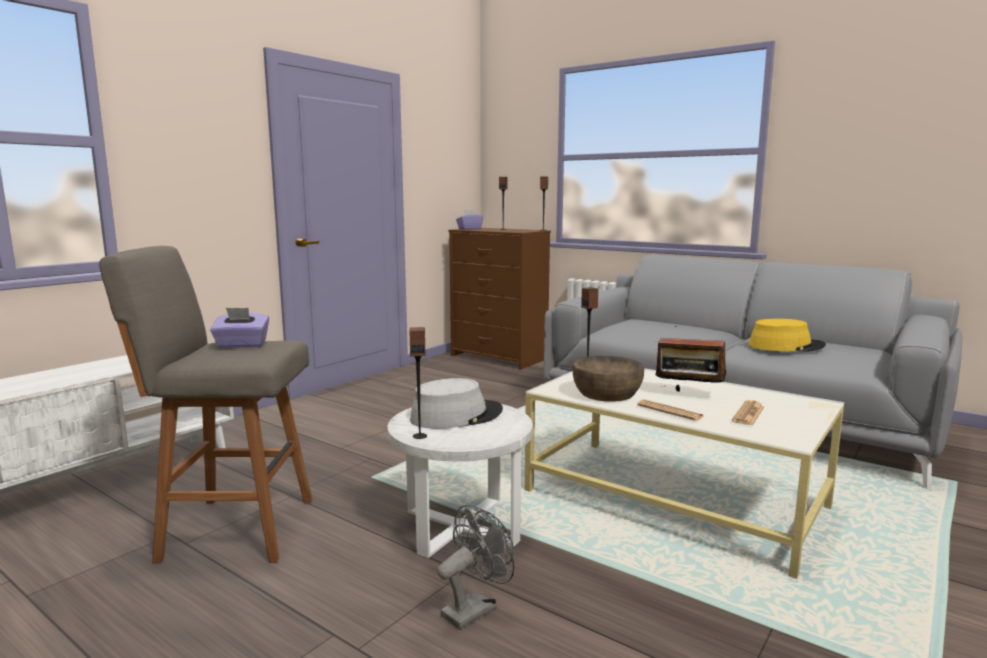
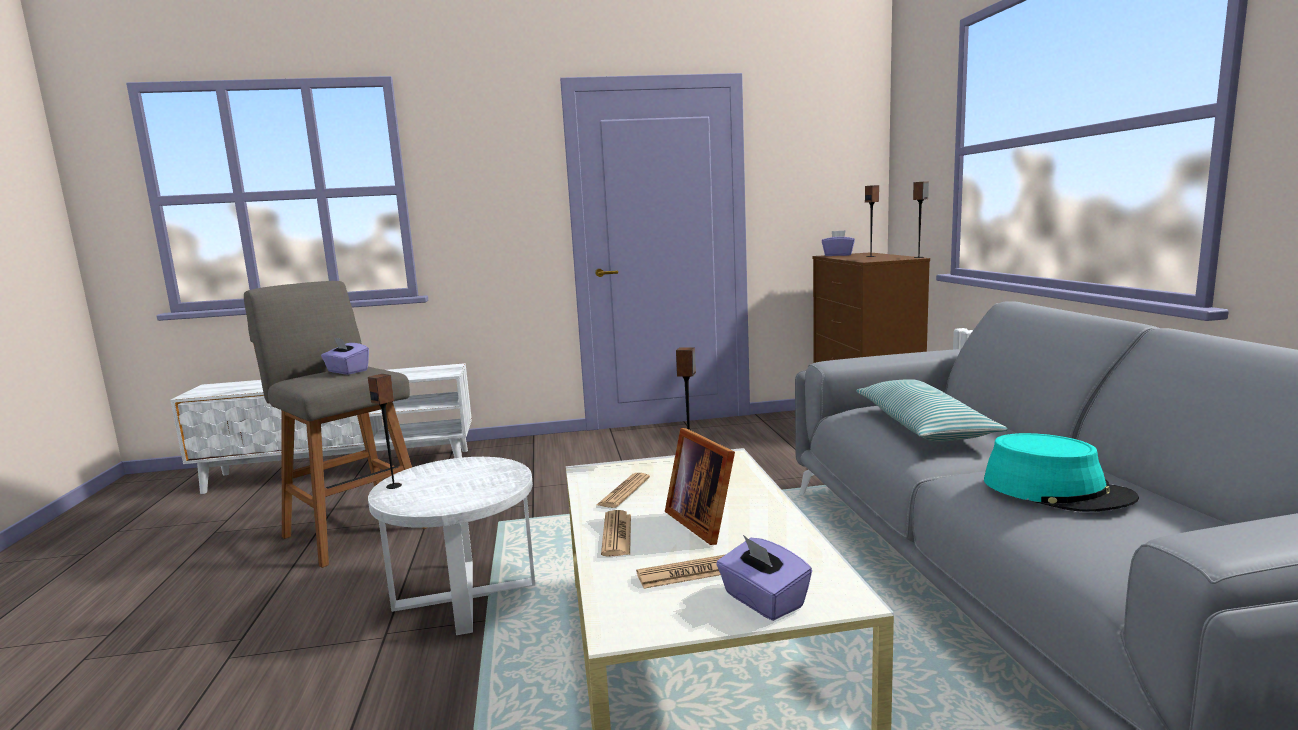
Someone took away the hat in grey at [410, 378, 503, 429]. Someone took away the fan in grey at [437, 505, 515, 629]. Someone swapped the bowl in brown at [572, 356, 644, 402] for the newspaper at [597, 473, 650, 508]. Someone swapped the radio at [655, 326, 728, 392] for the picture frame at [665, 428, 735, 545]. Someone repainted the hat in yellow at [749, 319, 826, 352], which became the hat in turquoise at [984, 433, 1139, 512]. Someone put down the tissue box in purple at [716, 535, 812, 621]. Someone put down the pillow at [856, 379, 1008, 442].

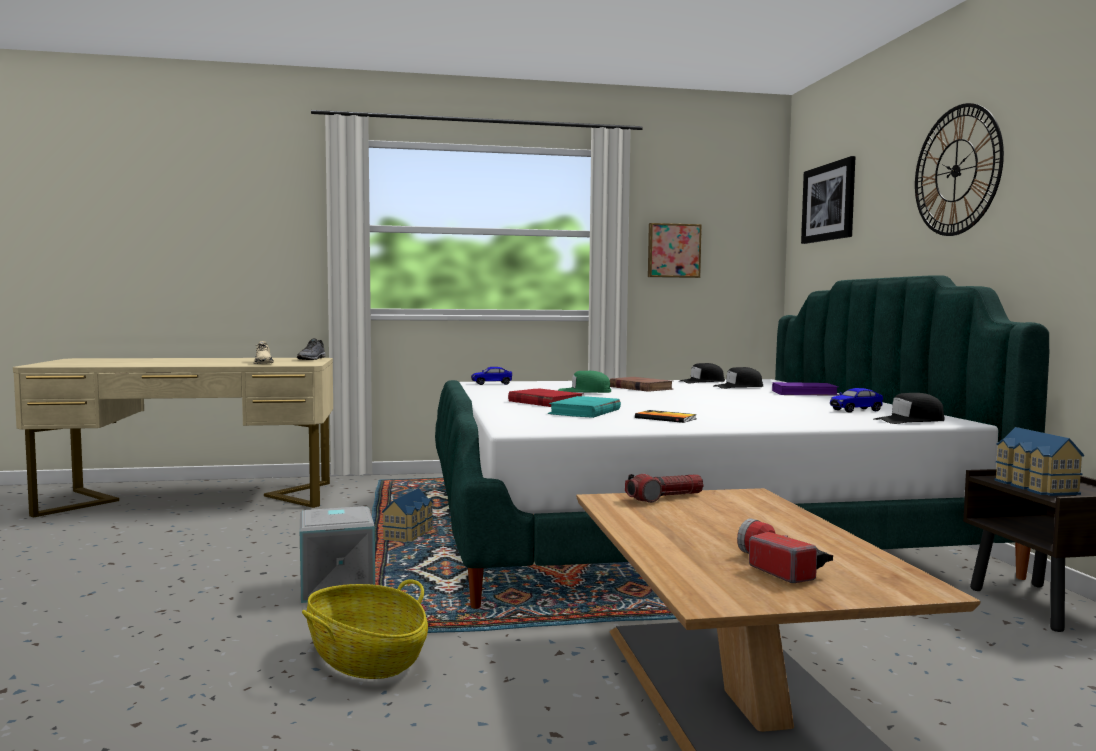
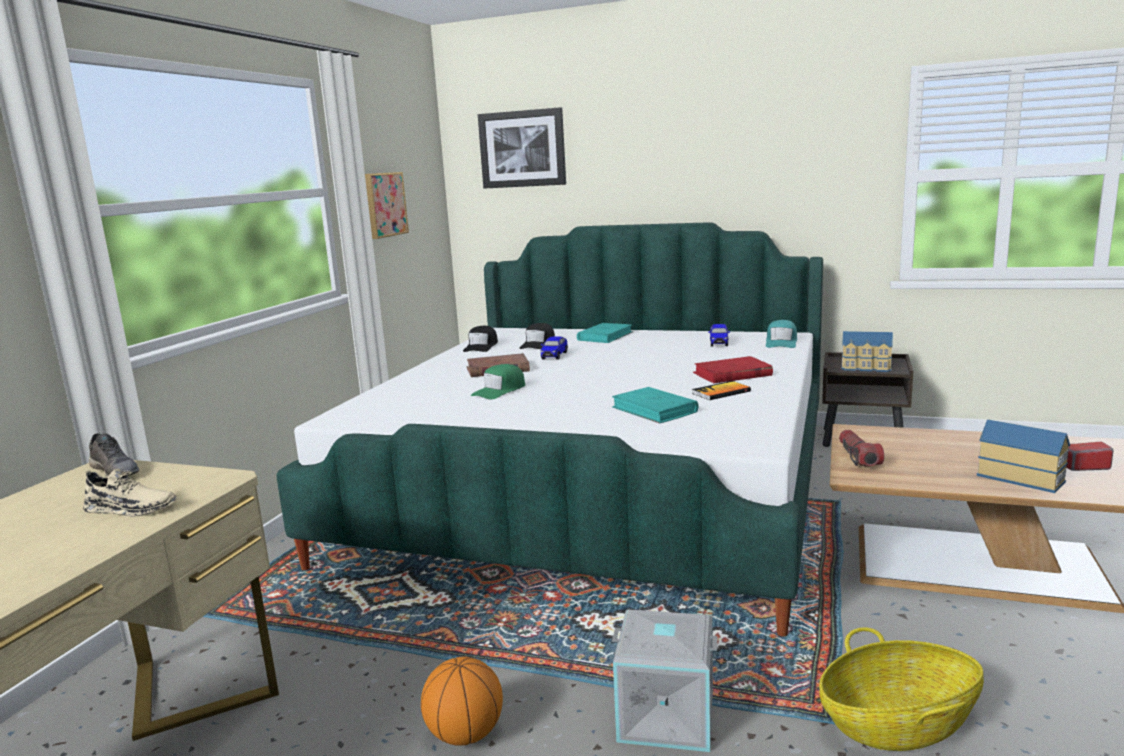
Someone carried the toy house from [382, 488, 434, 542] to [977, 419, 1070, 493]. Someone carried the toy car from [471, 367, 512, 385] to [541, 336, 568, 360]. Someone carried the book in red from [508, 389, 583, 407] to [693, 356, 773, 383]. Someone repainted the book in purple at [772, 382, 839, 396], which became the book in turquoise at [577, 323, 633, 343]. Someone repainted the cap in black at [874, 393, 945, 424], which became the cap in turquoise at [766, 320, 797, 348]. Someone took away the wall clock at [915, 103, 1004, 236]. Someone put down the basketball at [421, 657, 503, 746].

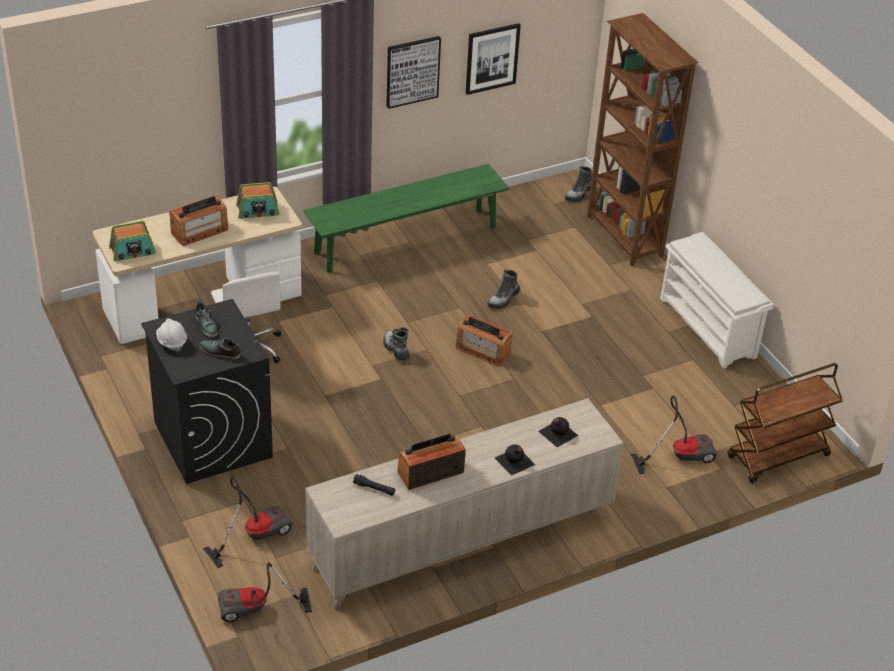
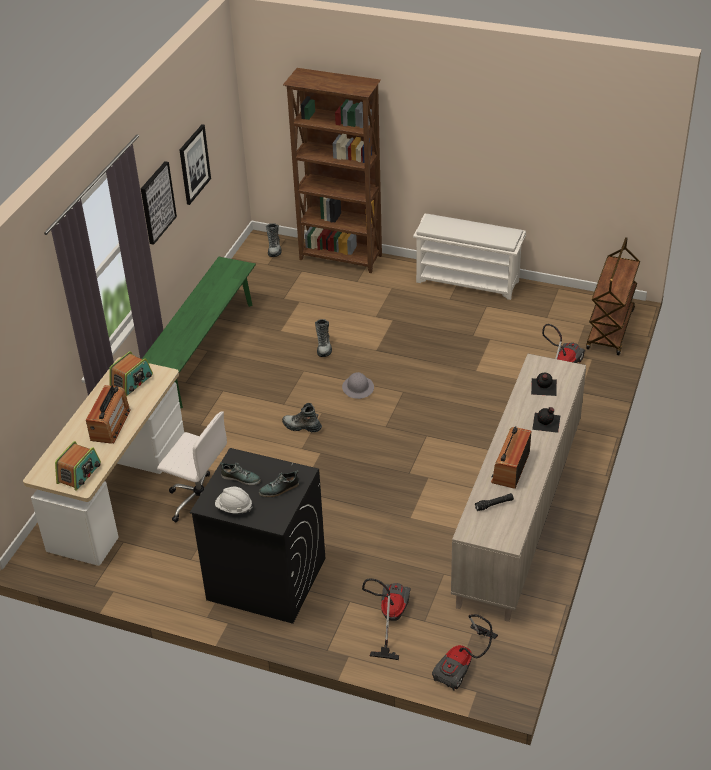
Someone swapped the radio at [456, 314, 513, 366] for the hard hat in grey at [342, 372, 374, 399].

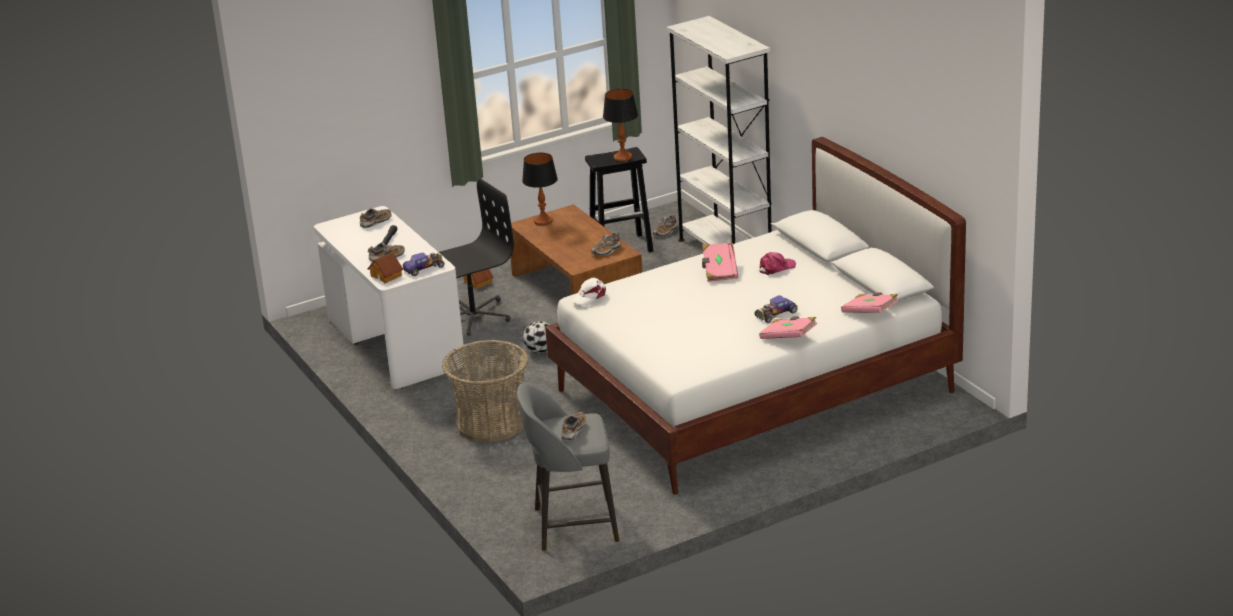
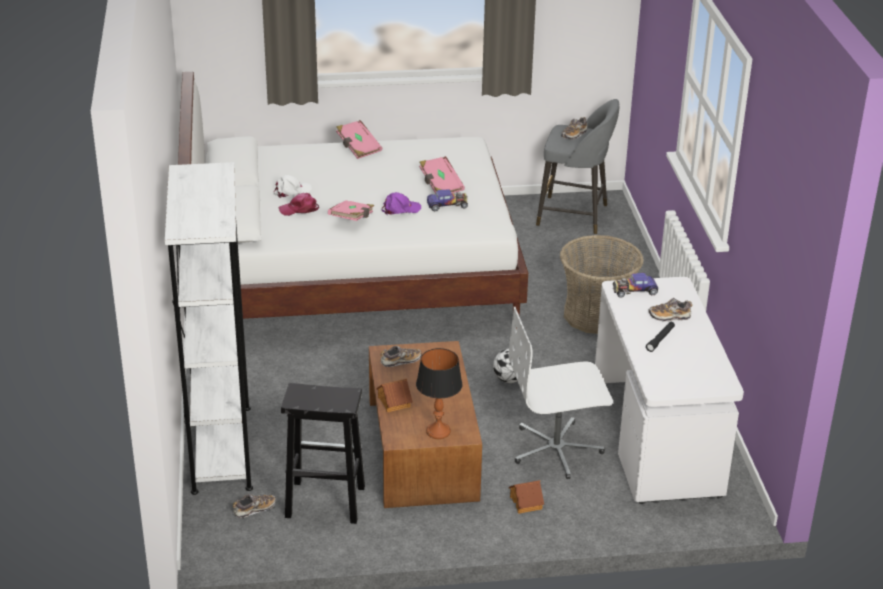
Someone took away the shoe at [360, 208, 392, 228]. Someone carried the toy house from [367, 252, 403, 283] to [376, 379, 413, 412]. Someone repainted the office chair in black at [439, 179, 514, 336], which became the office chair in white at [509, 307, 613, 479]. Someone carried the cap in white from [572, 278, 606, 306] to [274, 175, 312, 198]. Someone took away the table lamp at [603, 89, 638, 161]. Someone carried the toy car from [754, 295, 797, 323] to [427, 190, 468, 211]. Someone carried the book in pink from [841, 292, 898, 313] to [419, 156, 465, 194]. Someone put down the cap in purple at [382, 192, 421, 215].

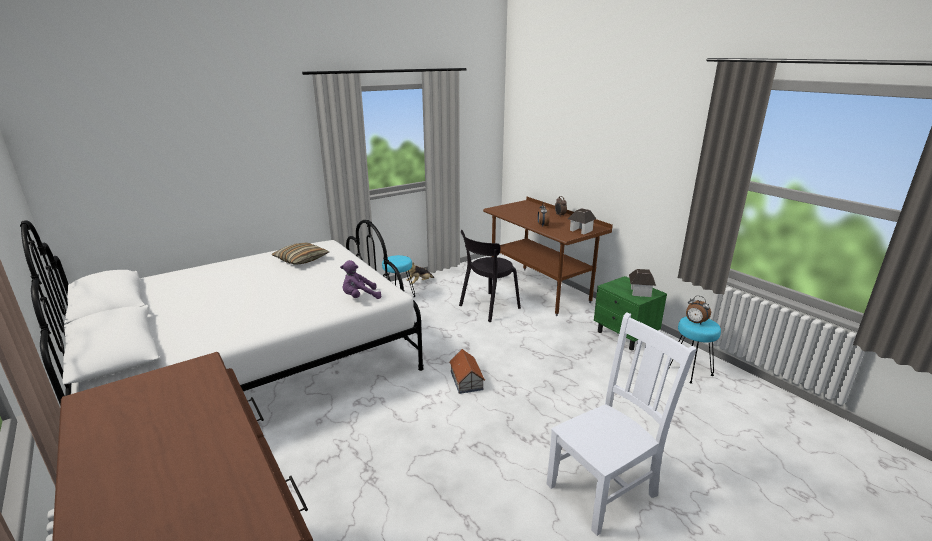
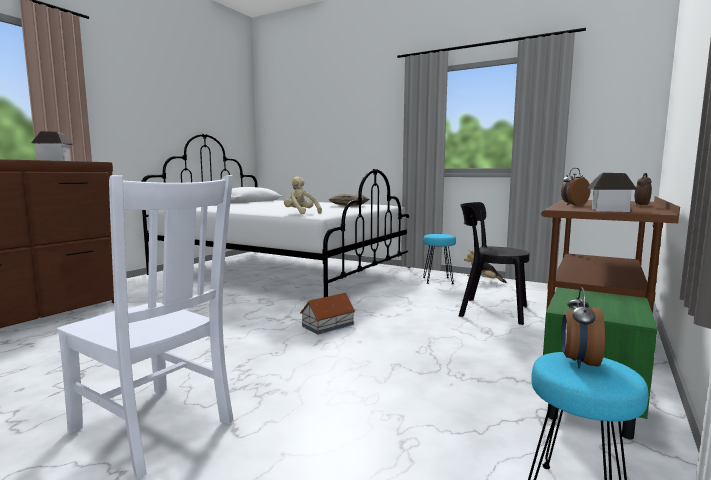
Someone repainted the plush toy in purple at [340, 260, 381, 299], which became the plush toy in beige at [284, 177, 322, 214]. Someone carried the toy house from [629, 269, 656, 297] to [31, 131, 73, 161].

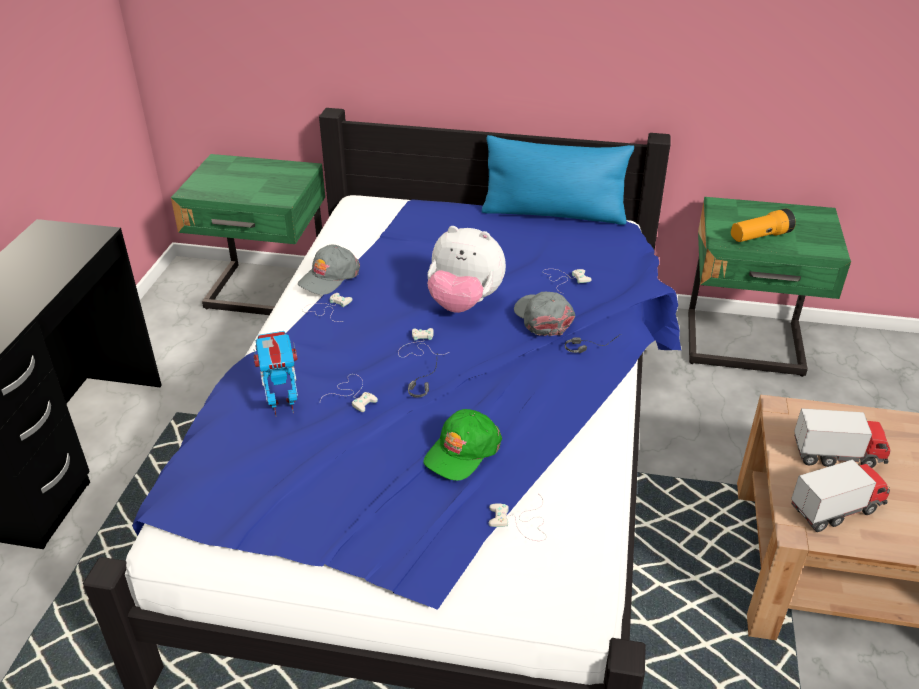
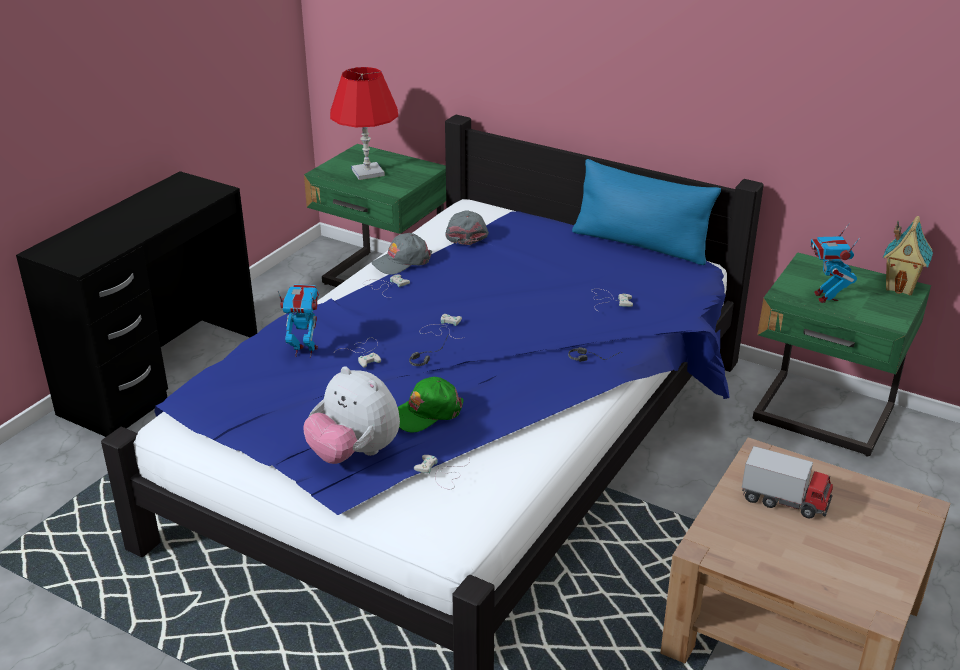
Someone carried the plush toy from [427, 226, 506, 313] to [303, 366, 400, 464]. Someone carried the cap in grey from [514, 291, 575, 336] to [445, 210, 489, 245]. Someone swapped the flashlight at [731, 209, 796, 242] for the toy robot at [811, 223, 860, 303]. Someone took away the toy truck at [791, 460, 890, 532]. Someone put down the table lamp in red at [330, 67, 398, 180]. Someone put down the toy house at [883, 216, 933, 296].

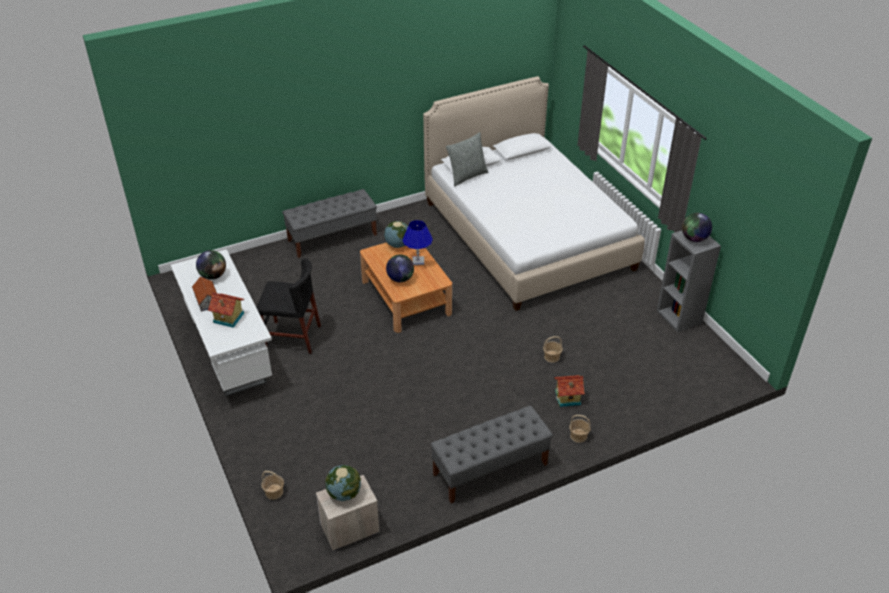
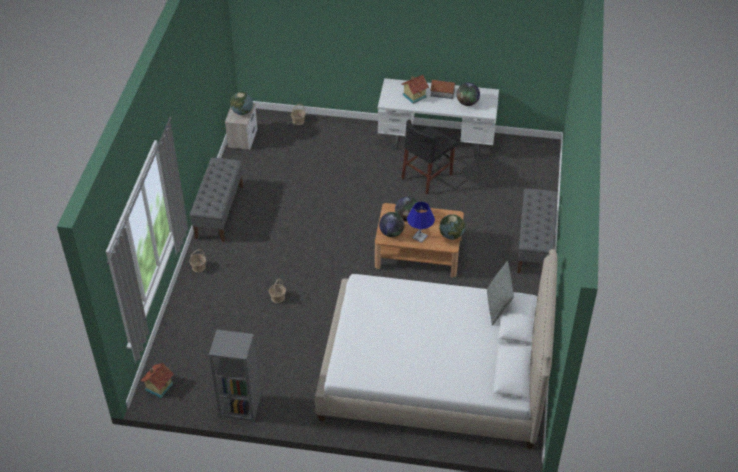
Someone carried the toy house from [554, 375, 585, 407] to [141, 362, 174, 398]. Someone carried the globe from [682, 213, 712, 242] to [379, 212, 405, 237].

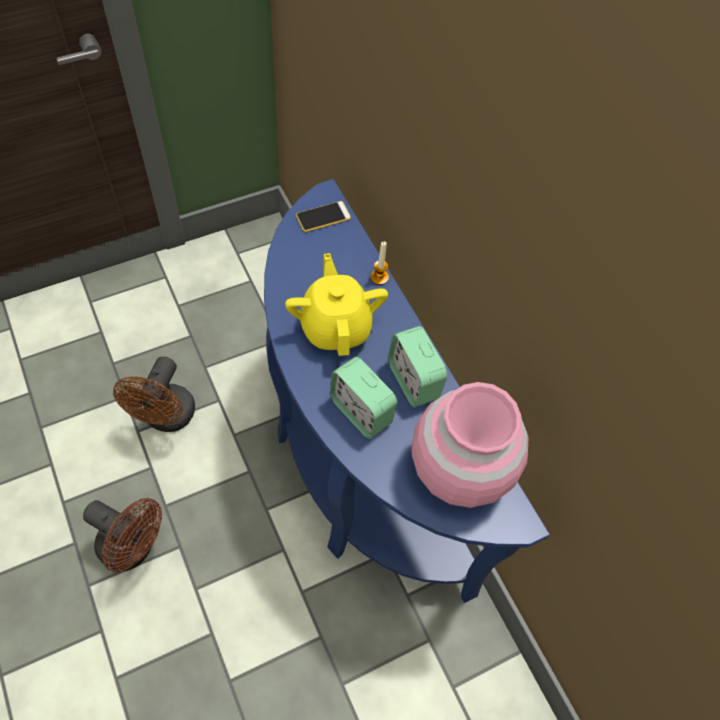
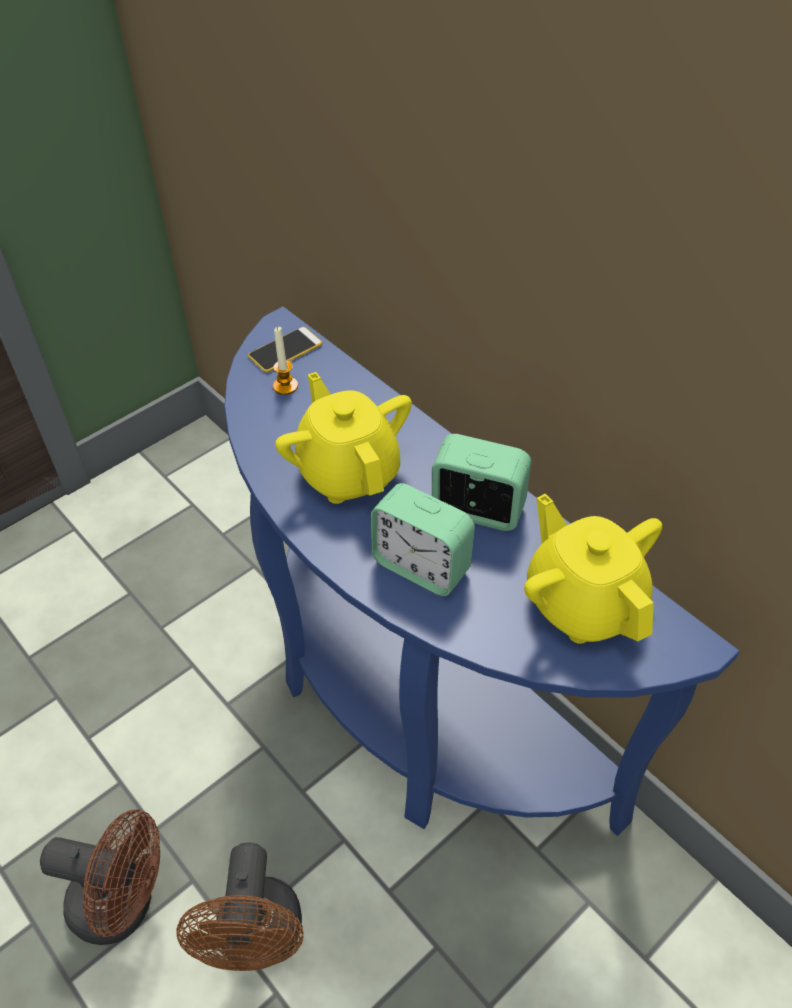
Someone carried the fan in brown from [113, 357, 195, 432] to [176, 843, 304, 971]. Someone carried the candle from [370, 242, 389, 285] to [273, 326, 298, 395]. Someone rotated the alarm clock at [388, 326, 448, 407] by 150 degrees clockwise. Someone swapped the vase in pink at [412, 382, 529, 508] for the teapot in yellow at [524, 494, 662, 644].

